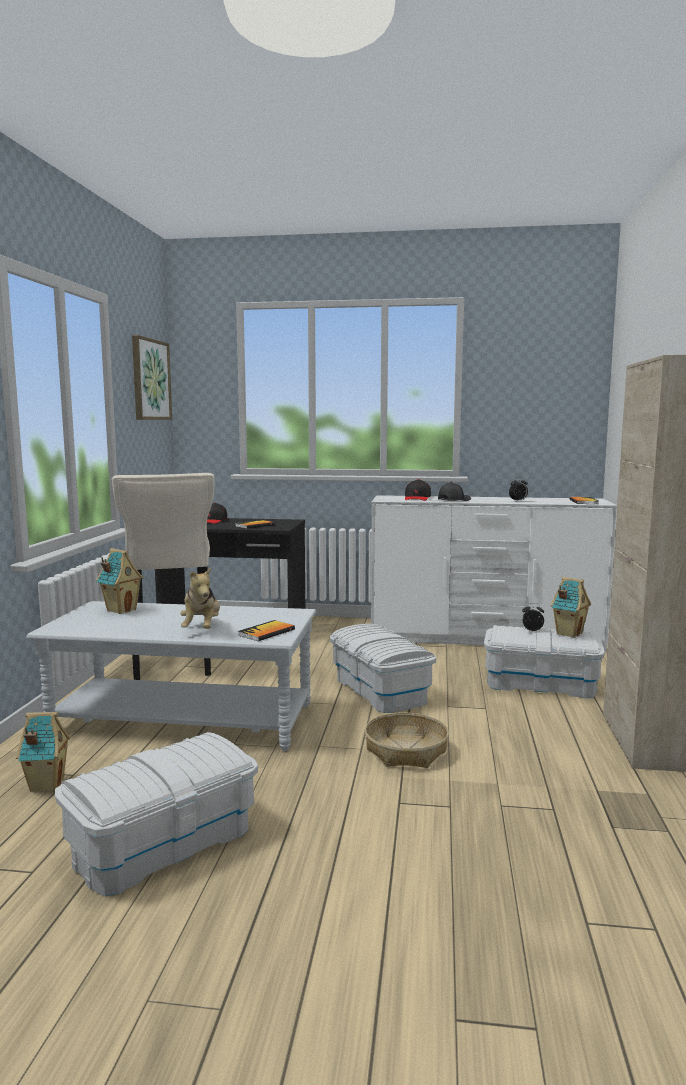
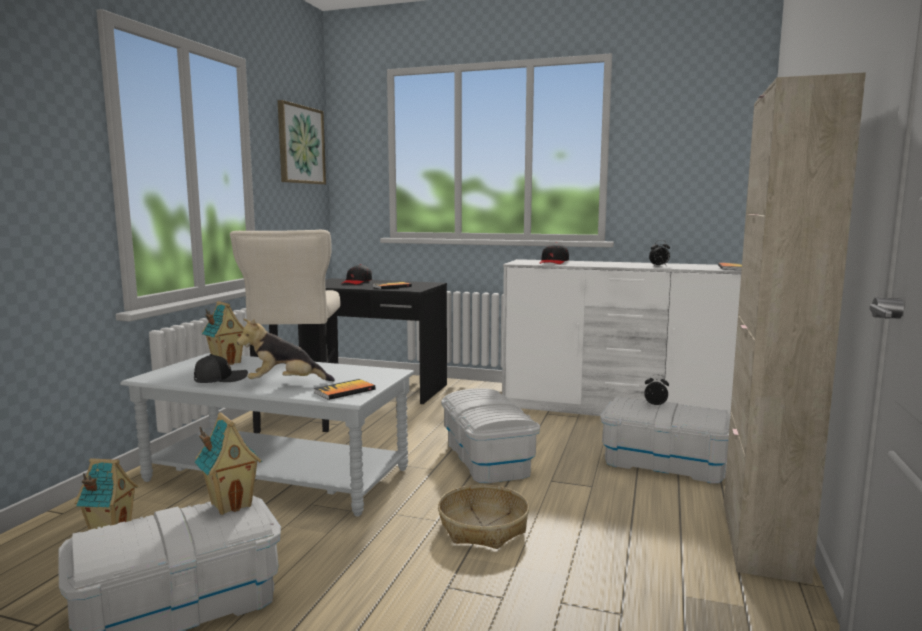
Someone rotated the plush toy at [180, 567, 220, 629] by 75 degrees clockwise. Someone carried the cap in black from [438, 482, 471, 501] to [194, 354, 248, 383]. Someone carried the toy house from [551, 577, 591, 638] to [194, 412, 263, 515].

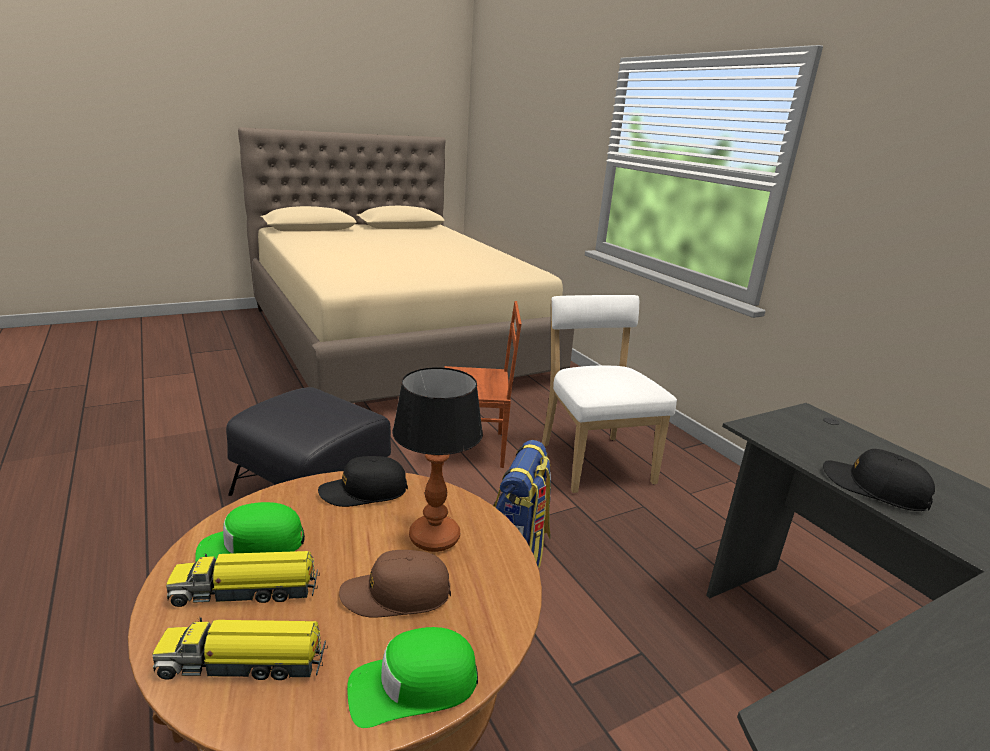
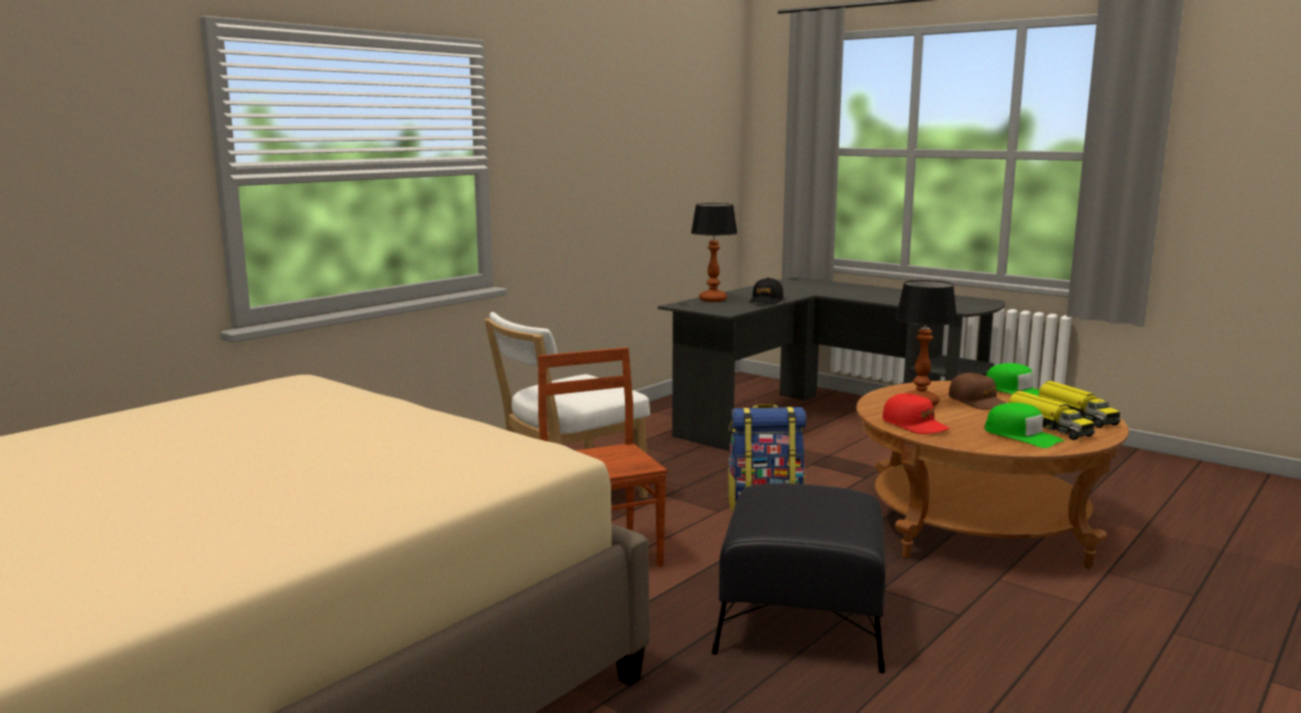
Someone repainted the cap in black at [318, 456, 408, 507], which became the cap in red at [882, 394, 950, 434]. Someone put down the table lamp at [691, 203, 737, 302].

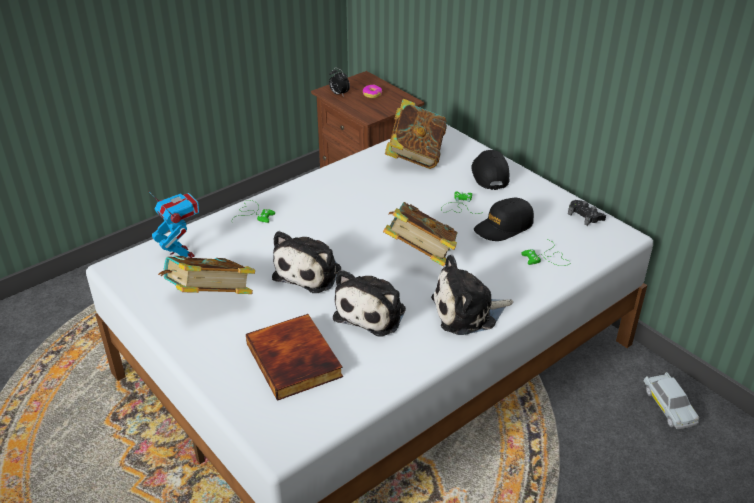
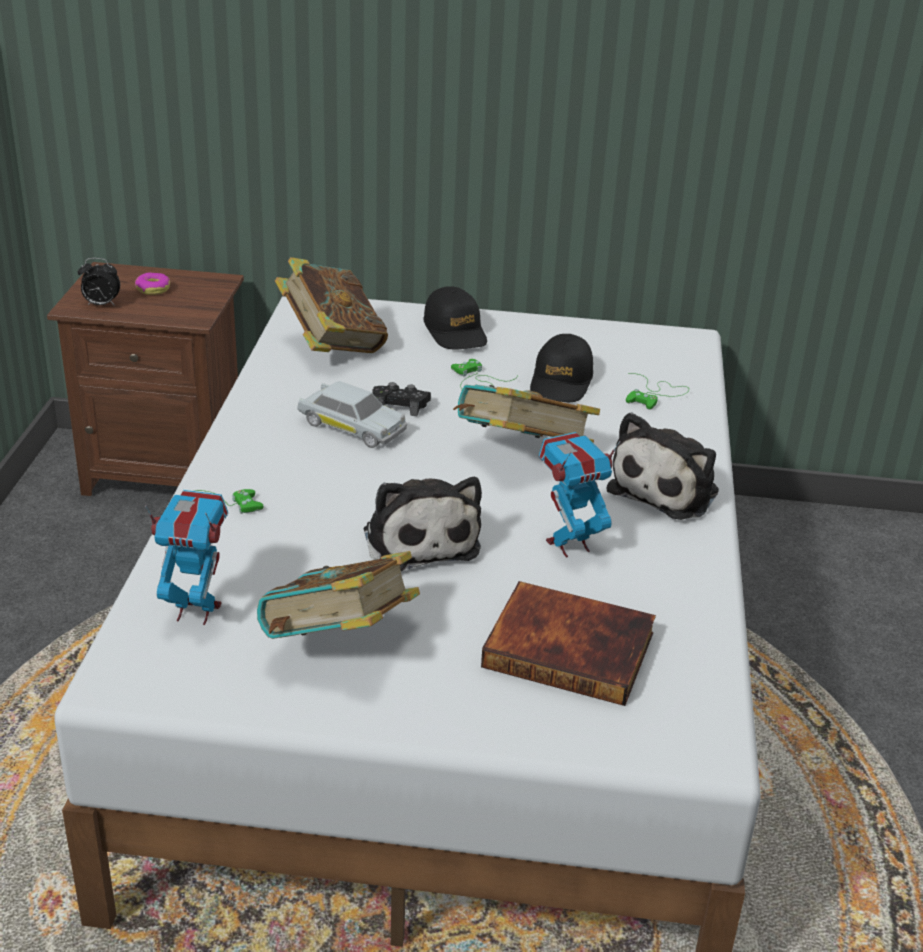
Someone swapped the plush toy at [333, 270, 406, 337] for the toy robot at [539, 432, 620, 557]. Someone rotated the cap in black at [471, 150, 509, 190] by 150 degrees counterclockwise. Someone carried the game controller in black from [568, 200, 606, 226] to [372, 382, 431, 416]. Someone carried the toy car in white from [644, 372, 699, 429] to [297, 381, 407, 448].

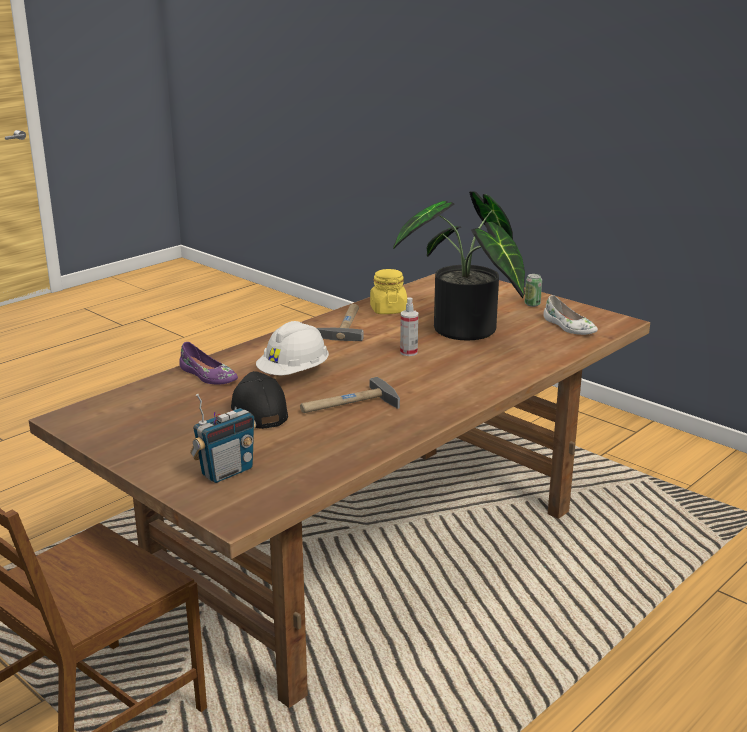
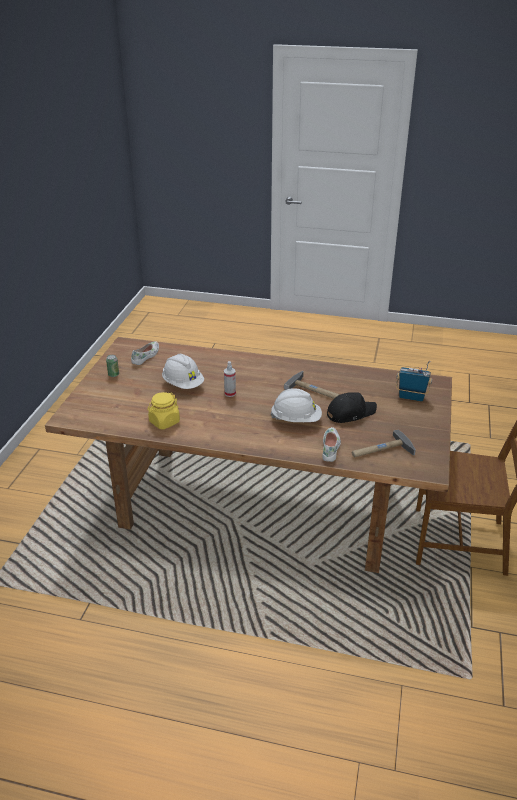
Someone repainted the shoe in purple at [180, 342, 238, 384], which became the shoe in white at [322, 427, 341, 462]. Someone rotated the cap in black at [231, 371, 288, 429] by 150 degrees counterclockwise. Someone carried the hammer from [317, 304, 364, 341] to [352, 430, 416, 457]. Someone swapped the potted plant at [393, 191, 525, 340] for the hard hat in white at [162, 354, 204, 389].

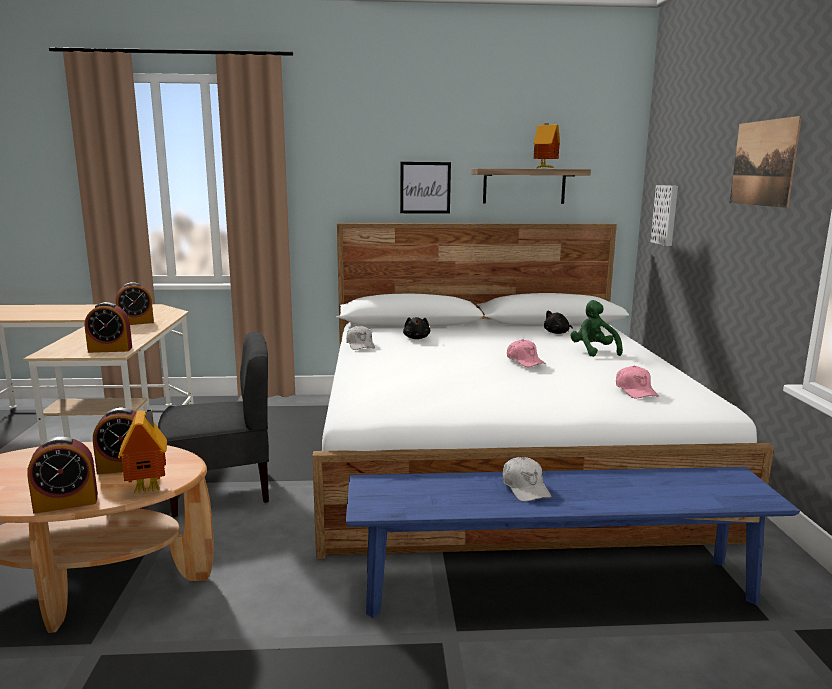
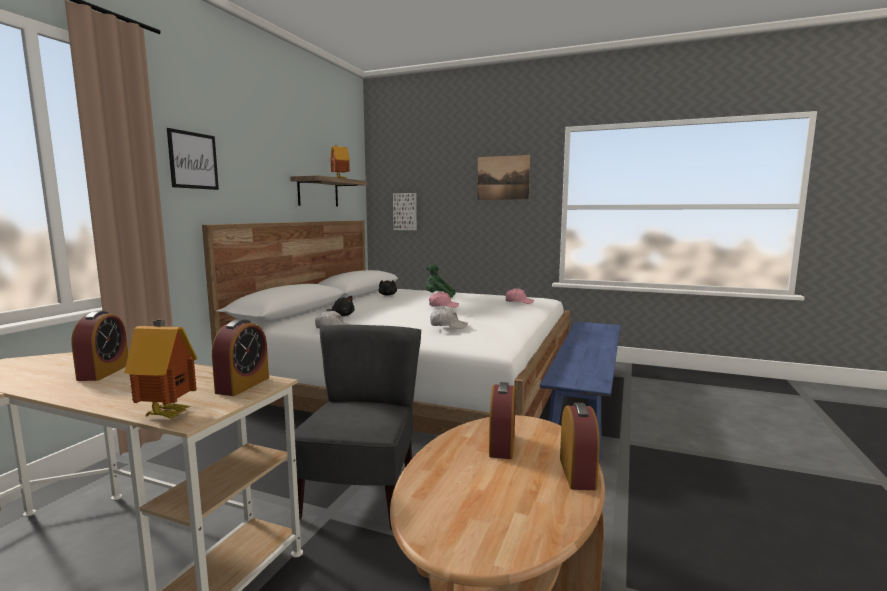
Someone carried the toy house from [118, 409, 167, 494] to [124, 320, 197, 418]. Someone carried the picture from [400, 162, 451, 214] to [167, 128, 219, 190]. Someone carried the cap in white from [503, 457, 552, 502] to [430, 307, 468, 329].

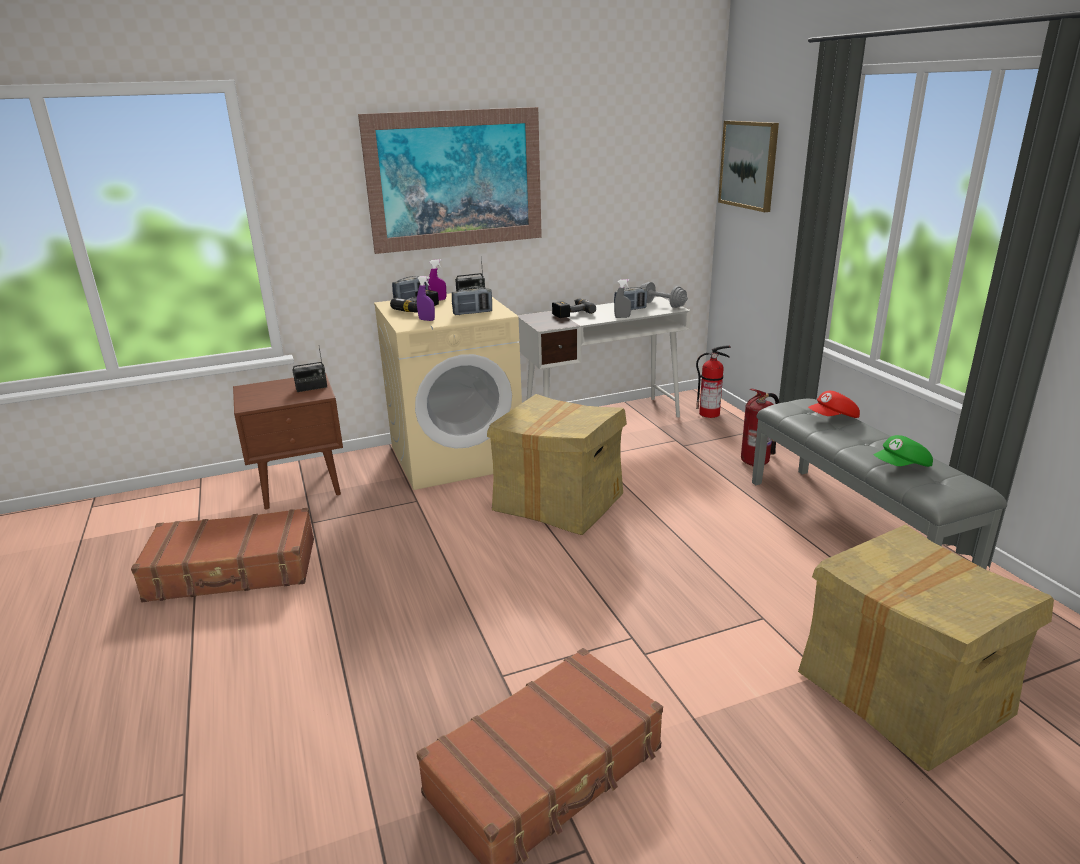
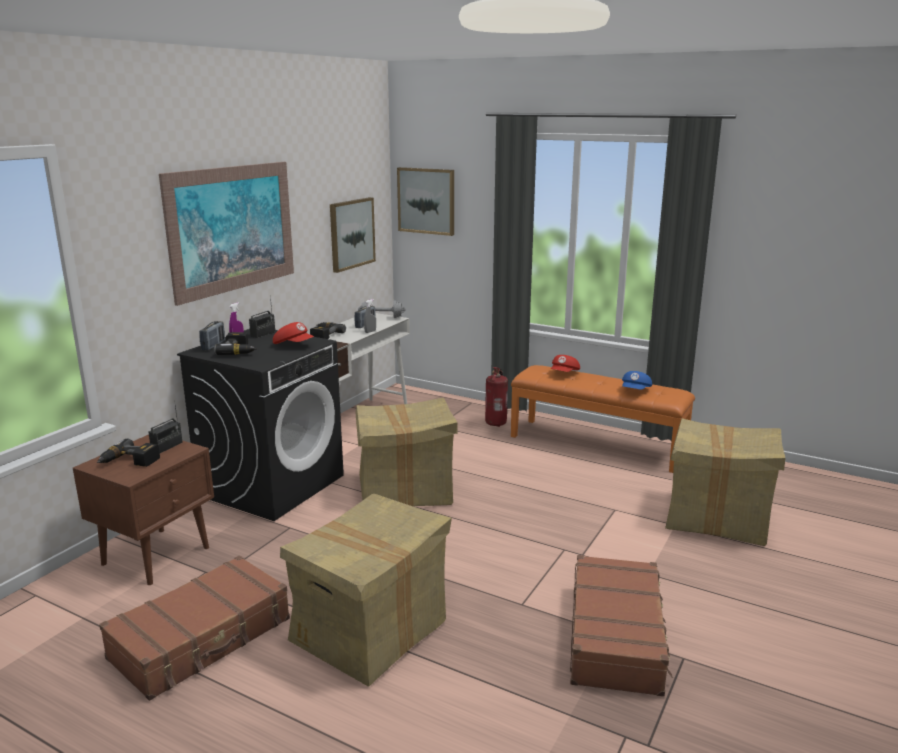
Someone repainted the washing machine in beige at [374, 293, 522, 490], which became the washing machine in black at [177, 329, 344, 521]. Someone took away the spray bottle in purple at [417, 276, 435, 321]. Someone swapped the radio at [452, 287, 492, 315] for the cap in red at [273, 322, 314, 344]. Someone took away the fire extinguisher at [696, 345, 731, 418]. Someone repainted the bench in grey at [752, 399, 1007, 569], which became the bench in orange at [511, 365, 695, 473]. Someone repainted the cap in green at [874, 435, 933, 467], which became the cap in blue at [622, 371, 652, 390]. Someone put down the power drill at [97, 439, 160, 467]. Someone put down the cardboard box at [280, 494, 452, 687]. Someone put up the picture at [330, 197, 376, 273].

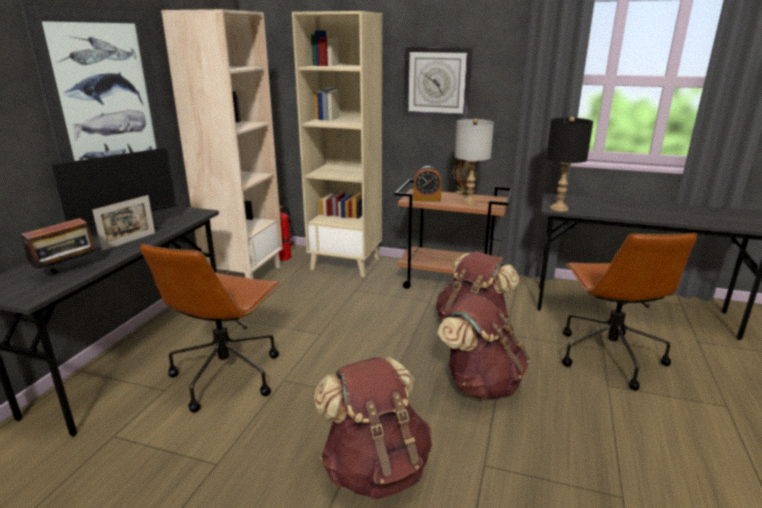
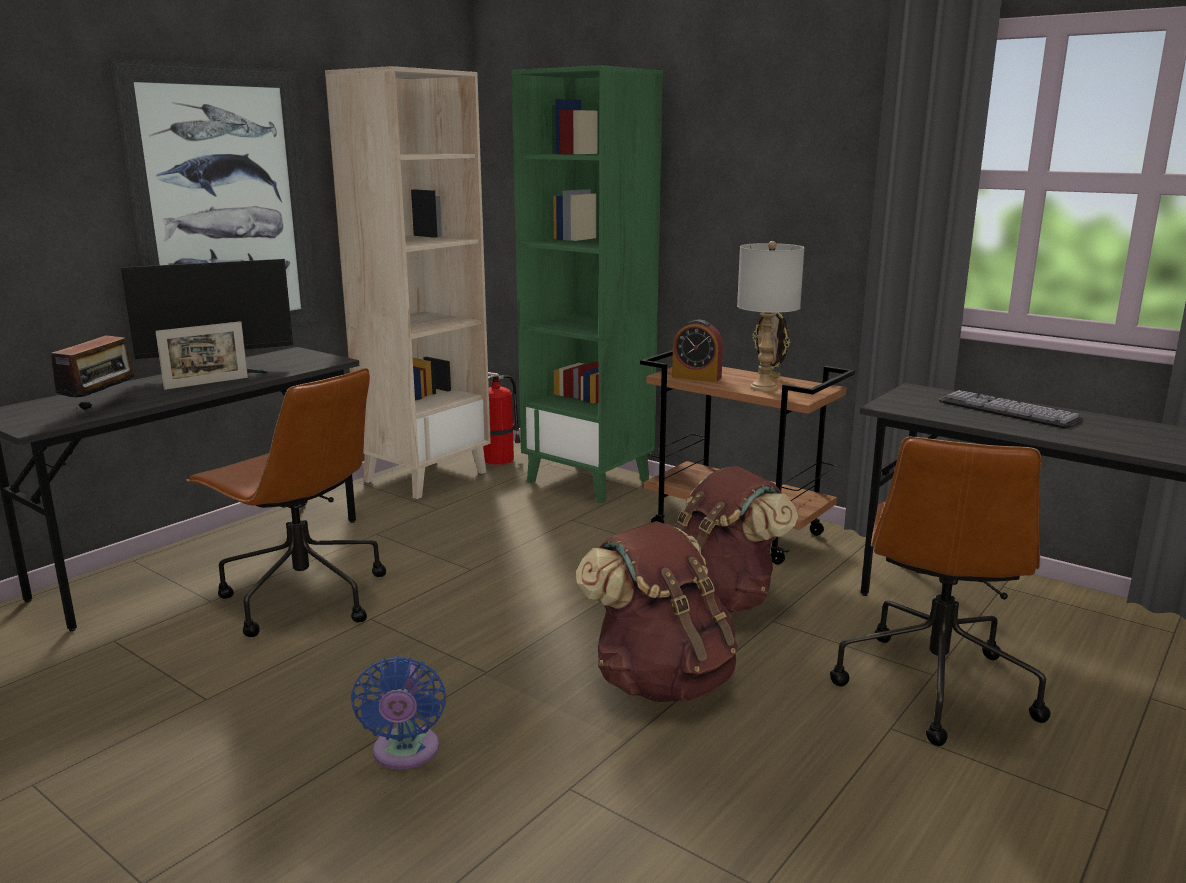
Someone rotated the radio at [14, 218, 99, 276] by 45 degrees counterclockwise. Someone rotated the office chair in brown at [140, 244, 281, 413] by 90 degrees counterclockwise. Someone repainted the bookcase in beige at [292, 11, 382, 277], which became the bookcase in green at [511, 65, 663, 503]. Someone swapped the backpack in brown at [313, 357, 432, 500] for the fan in blue at [351, 656, 446, 770]. Someone took away the wall clock at [404, 47, 473, 119]. Someone took away the table lamp in black at [546, 117, 593, 211]. Someone put down the keyboard at [939, 390, 1083, 428].

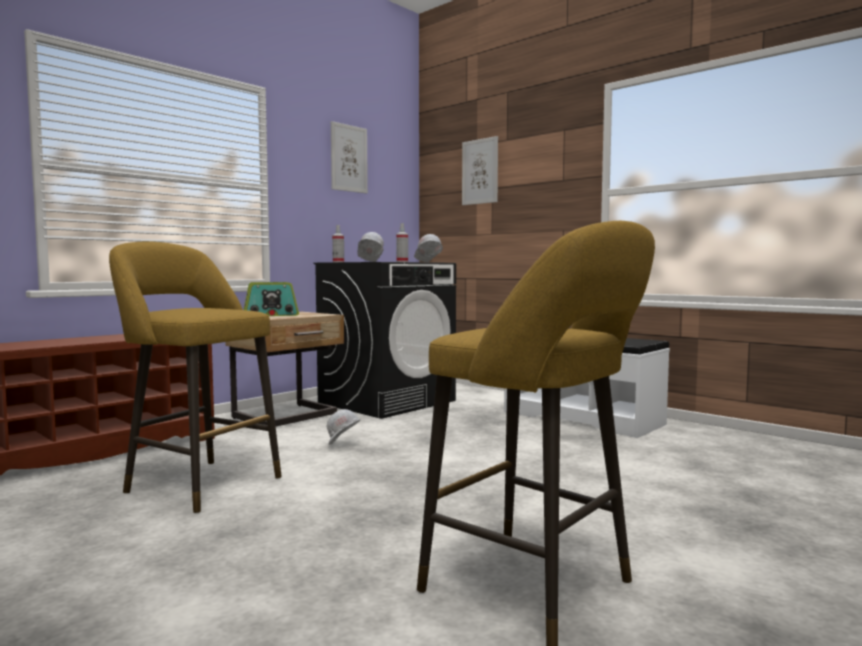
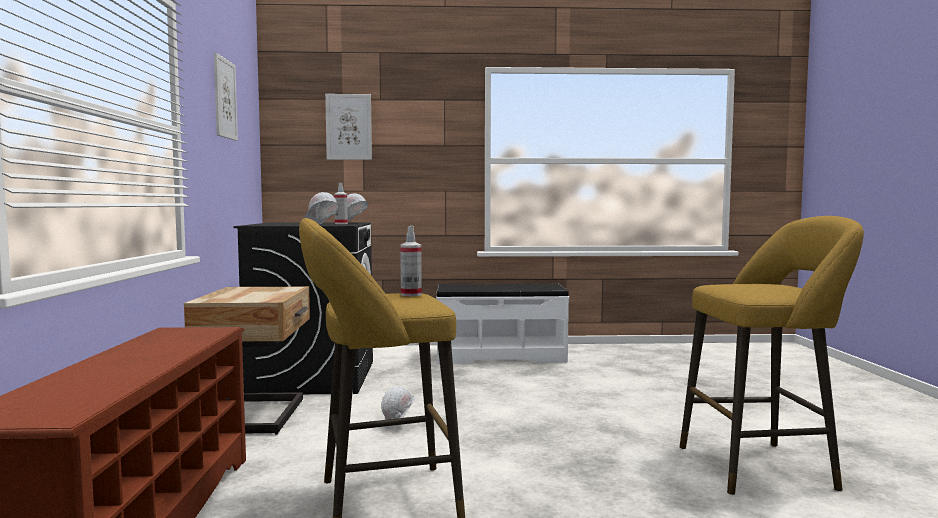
Someone took away the radio at [244, 282, 299, 316]. Someone carried the spray bottle from [332, 225, 344, 262] to [400, 226, 422, 296].

